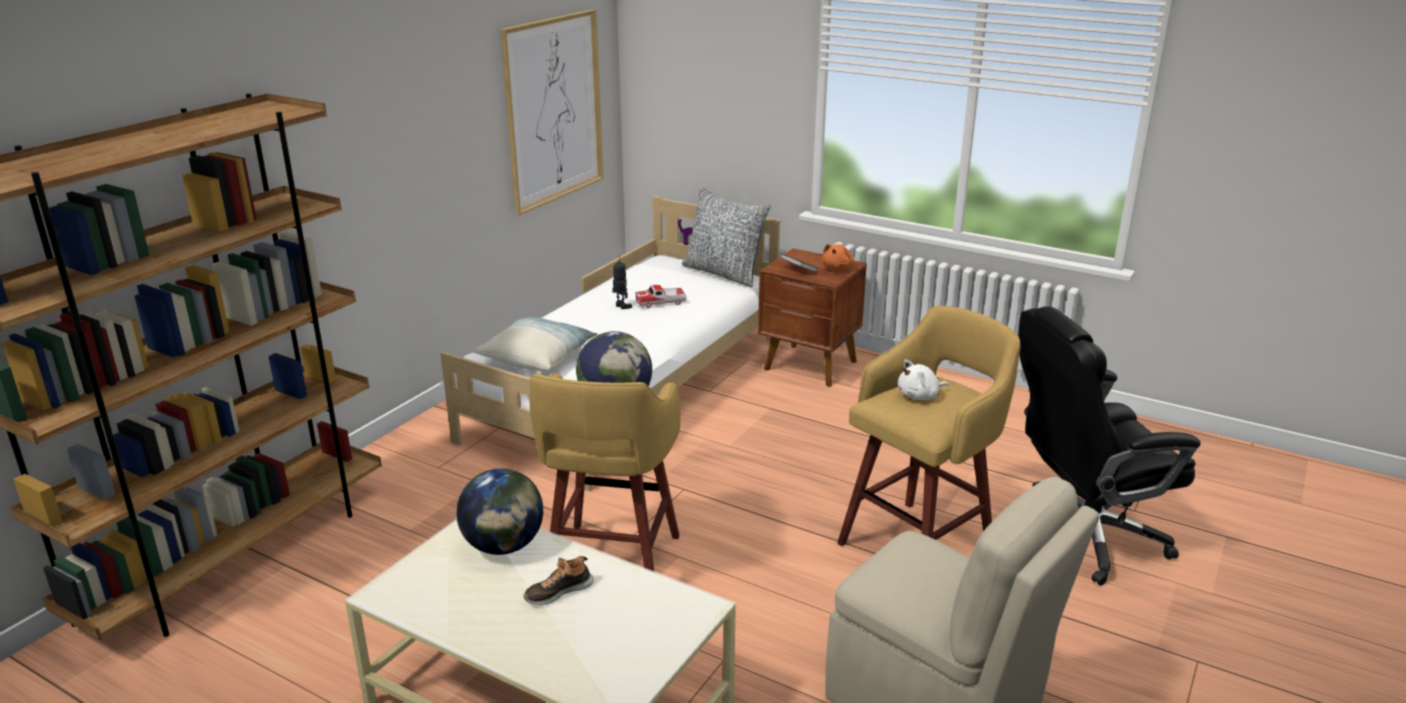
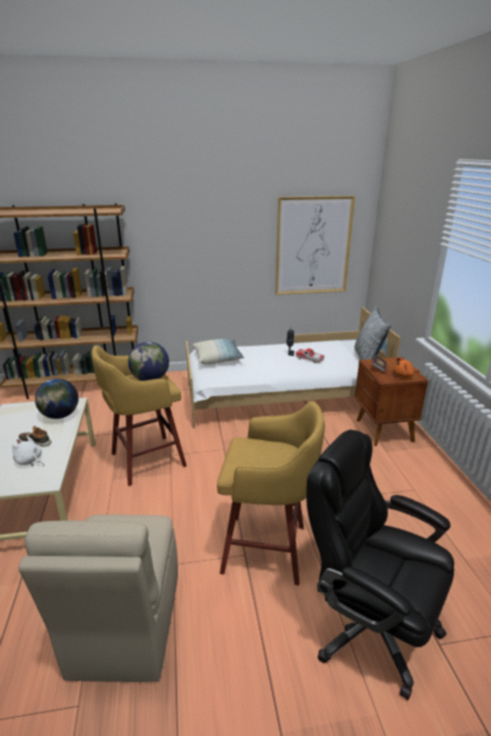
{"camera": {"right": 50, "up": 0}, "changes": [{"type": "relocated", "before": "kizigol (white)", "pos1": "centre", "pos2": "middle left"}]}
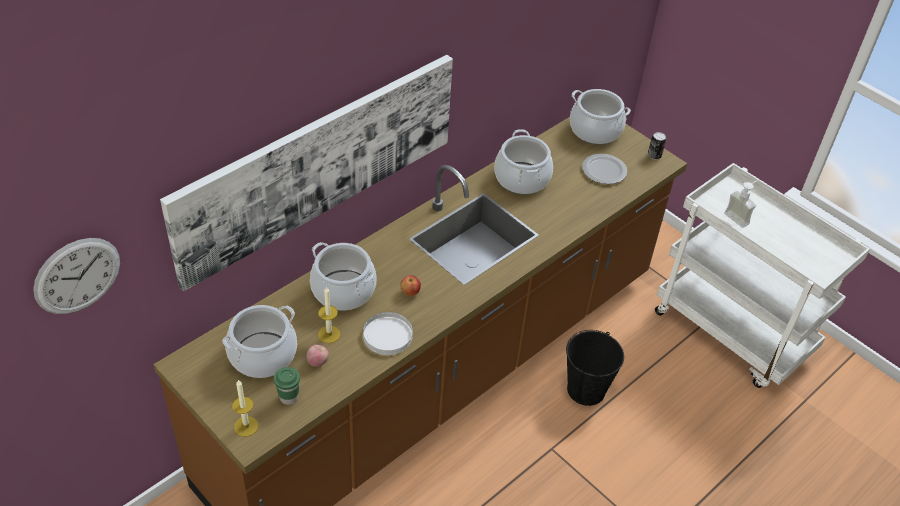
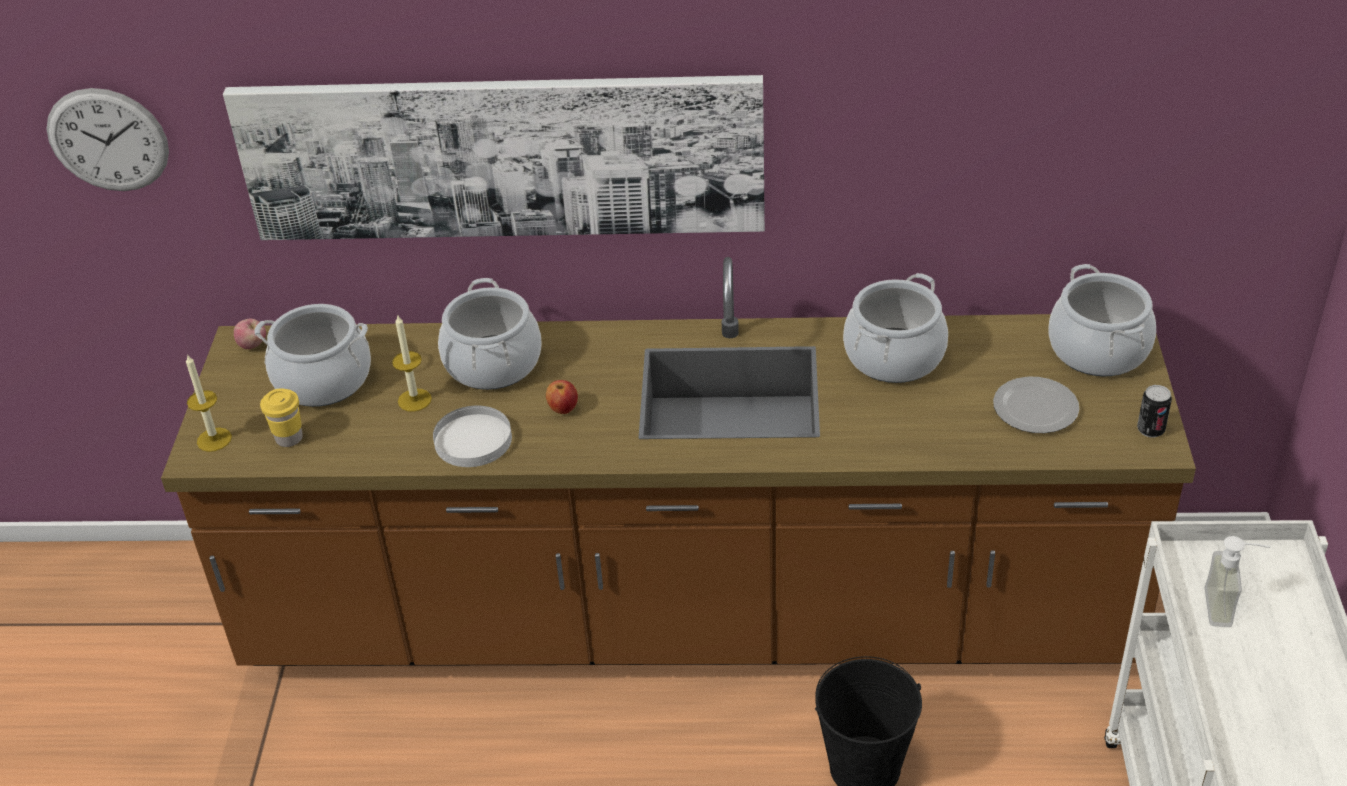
{"camera": {"right": 50, "up": -5}, "changes": [{"type": "relocated", "before": "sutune (no. 1 from left)", "pos1": "bottom centre", "pos2": "middle left"}, {"type": "colour", "before": "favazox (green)", "after": "favazox (yellow)", "pos1": "bottom left", "pos2": "middle left"}]}
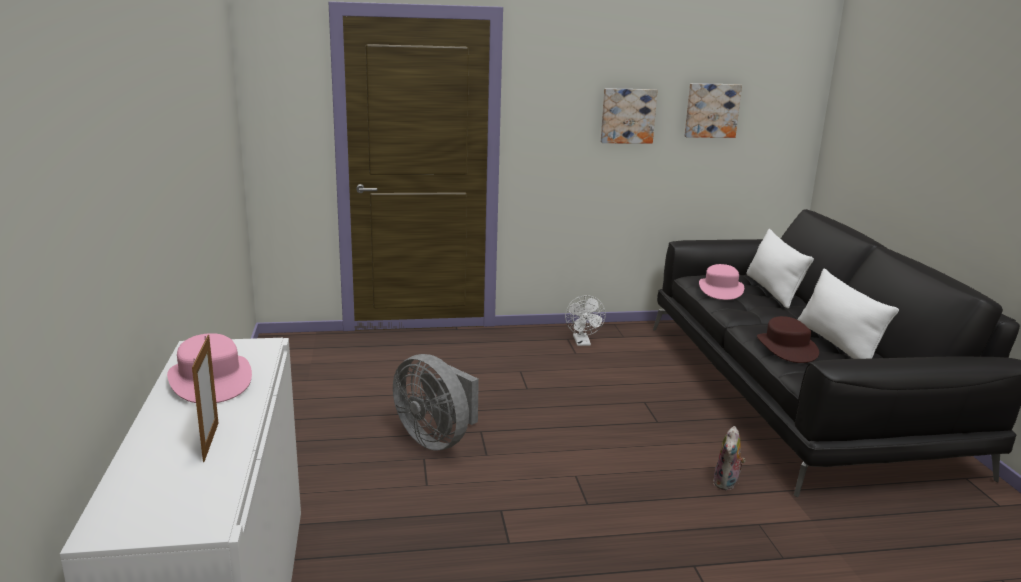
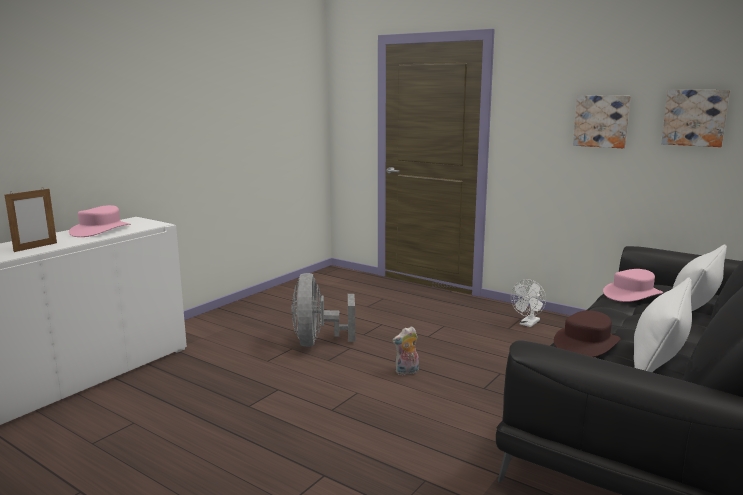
{"camera": {"right": 45, "up": -5}, "changes": [{"type": "relocated", "before": "kizigol", "pos1": "bottom right", "pos2": "bottom centre"}]}
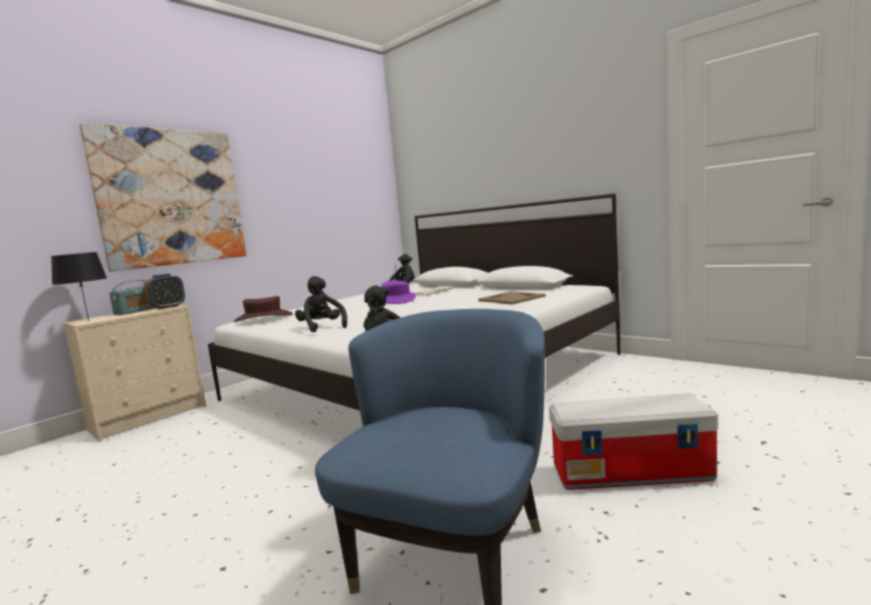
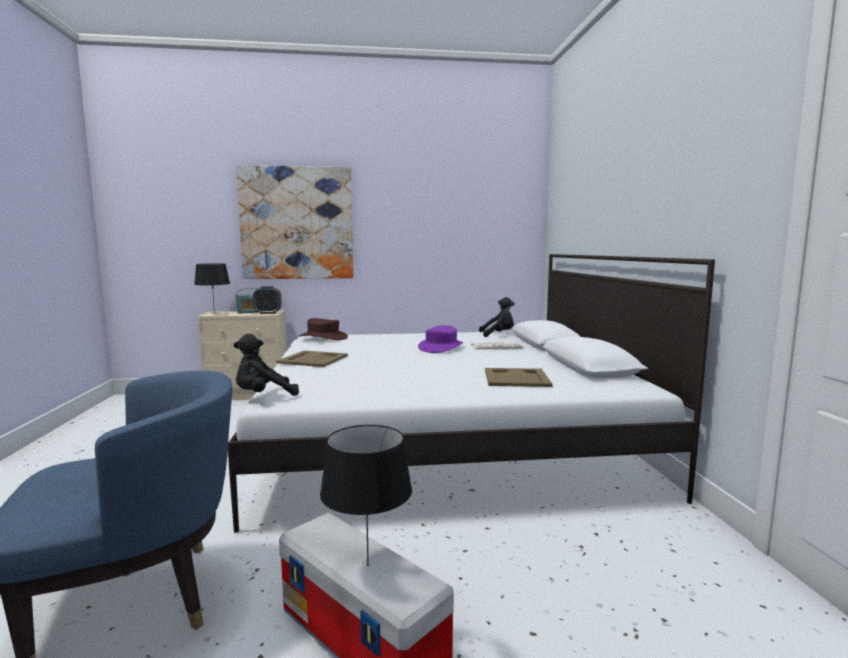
{"camera": {"right": 40, "up": 0}, "changes": [{"type": "appeared", "after": "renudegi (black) (no. 2 from left)", "pos2": "bottom centre"}, {"type": "exchanged", "before": "kizigol (black) (no. 1 from left)", "after": "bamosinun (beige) (no. 1 from left)", "pos1": "centre", "pos2": "centre"}]}
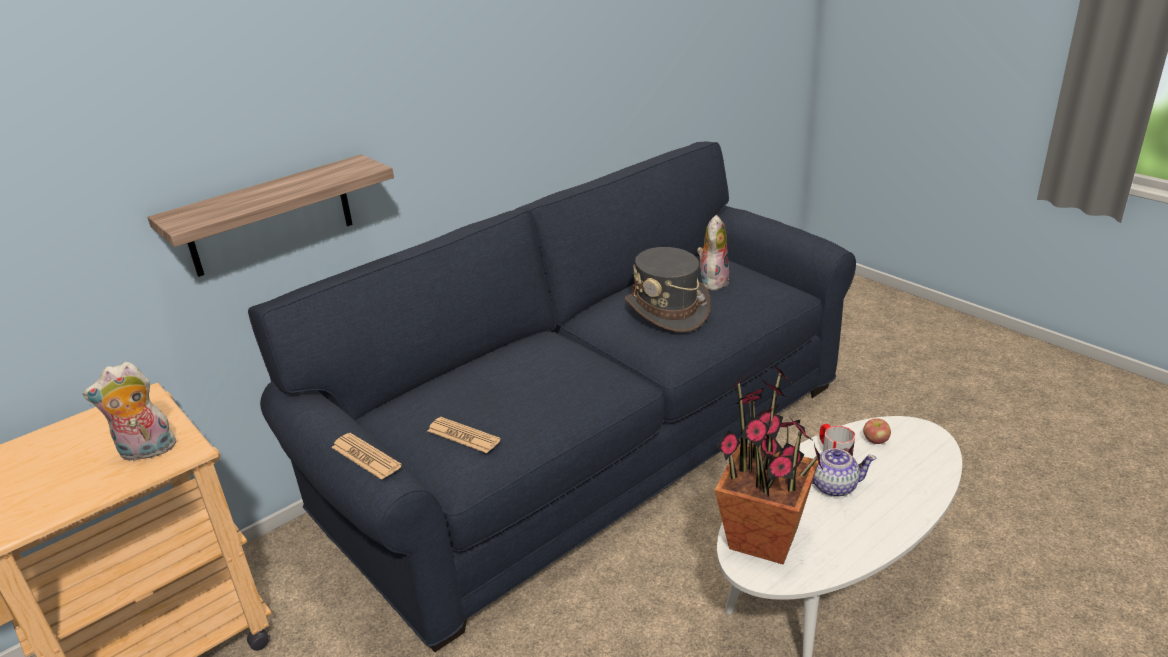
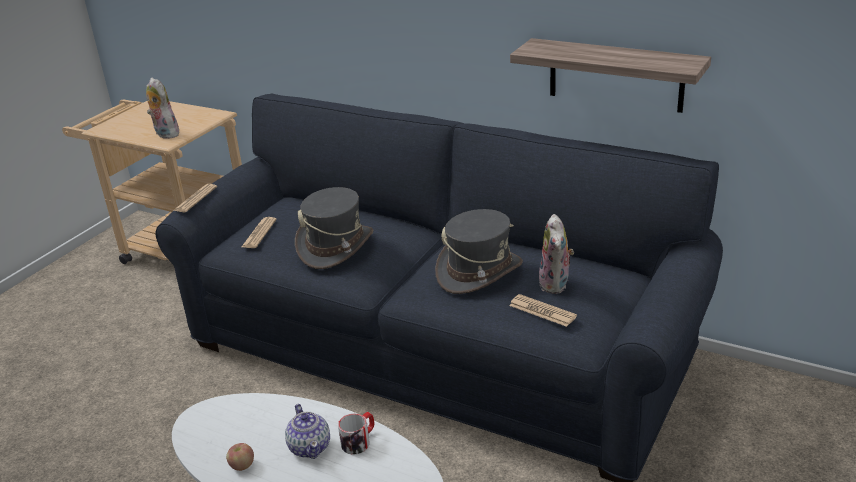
{"camera": {"right": 70, "up": 0}, "changes": [{"type": "missing", "before": "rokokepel", "pos1": "bottom centre"}, {"type": "appeared", "after": "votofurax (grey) (no. 1 from left)", "pos2": "centre"}, {"type": "appeared", "after": "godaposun (no. 3 from left)", "pos2": "centre"}, {"type": "relocated", "before": "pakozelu", "pos1": "top left", "pos2": "top right"}, {"type": "relocated", "before": "sutune", "pos1": "middle right", "pos2": "bottom left"}, {"type": "spun", "before": "kizigol (no. 2 from left)", "pos1": "centre", "pos2": "centre", "turn": 90}]}
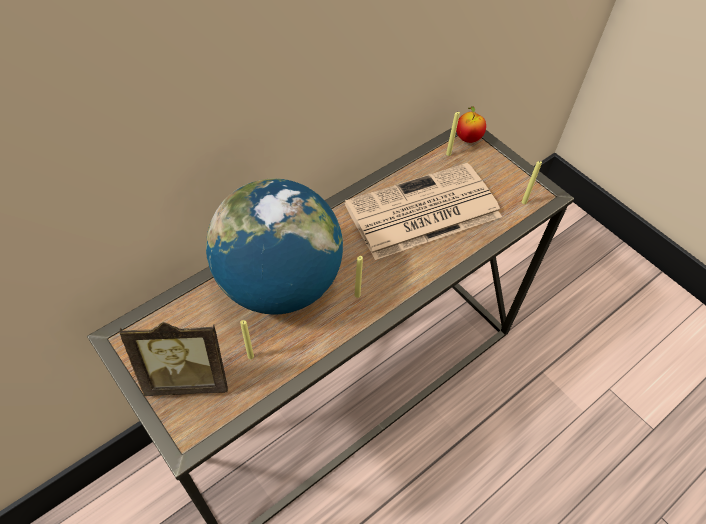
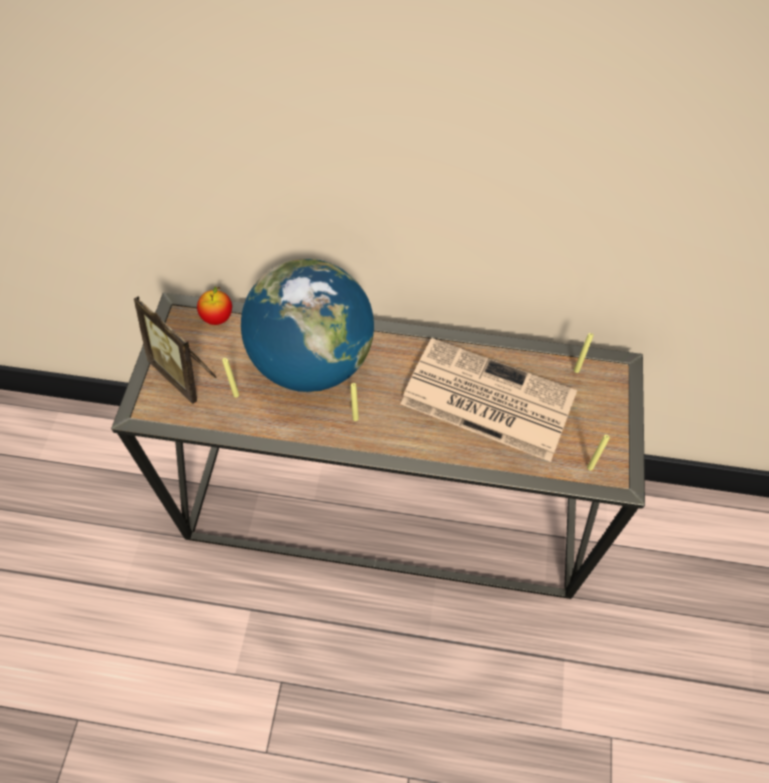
{"camera": {"right": 50, "up": 5}, "changes": [{"type": "relocated", "before": "sutune", "pos1": "top right", "pos2": "middle left"}]}
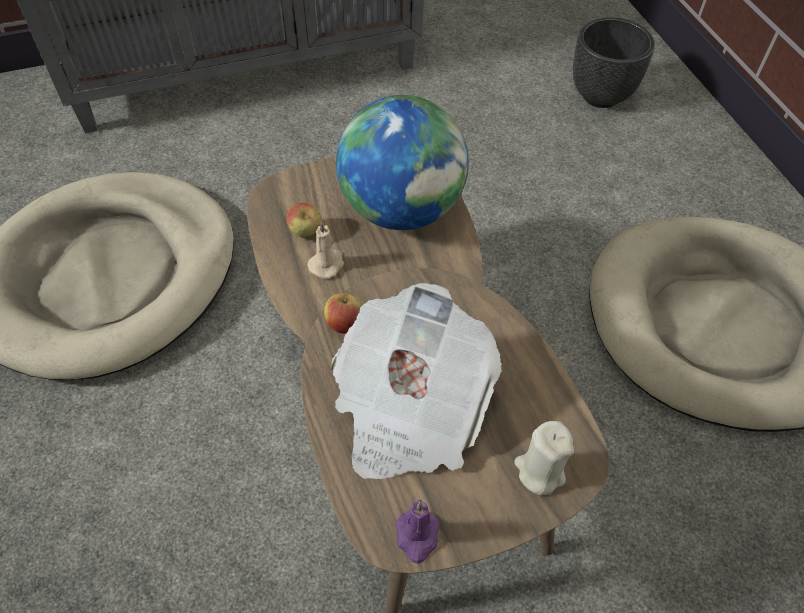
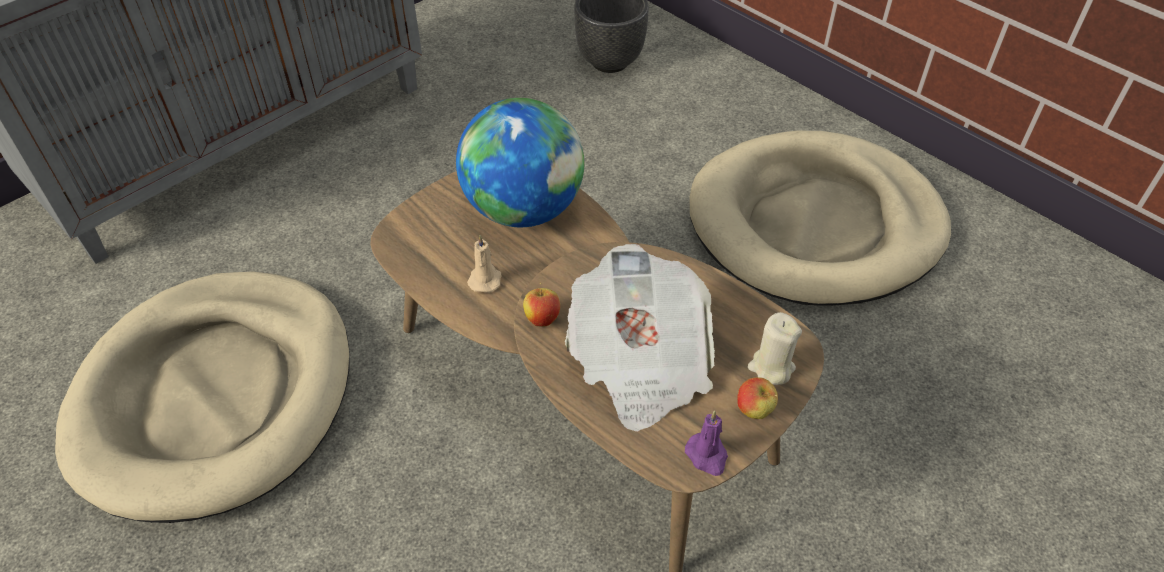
{"camera": {"right": -25, "up": -5}, "changes": [{"type": "relocated", "before": "sutune (no. 1 from left in the first image)", "after": "sutune (no. 2 from left)", "pos1": "centre", "pos2": "bottom centre"}]}
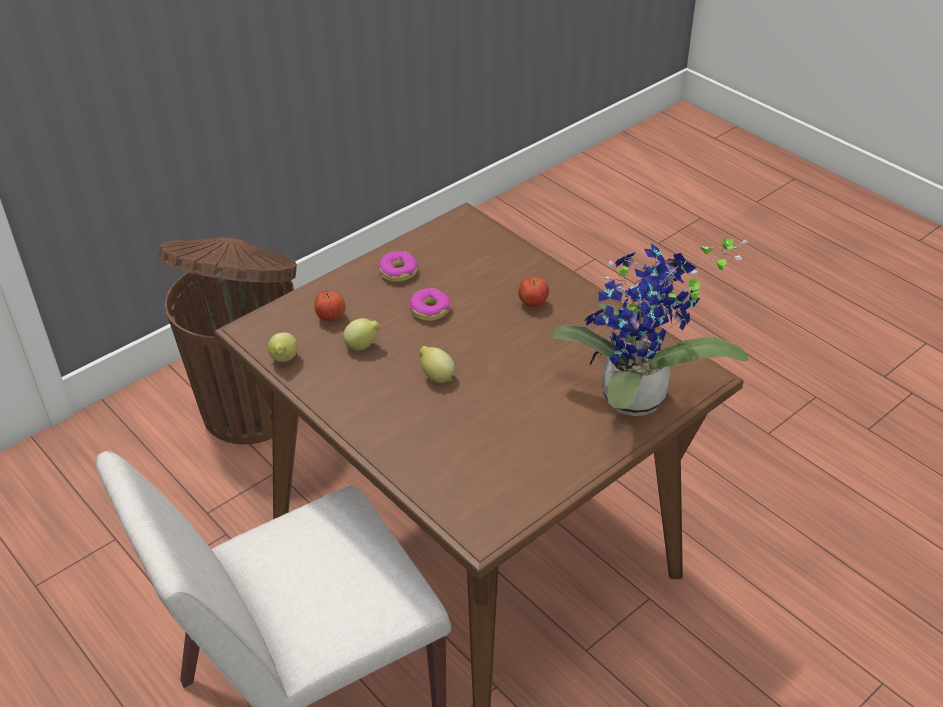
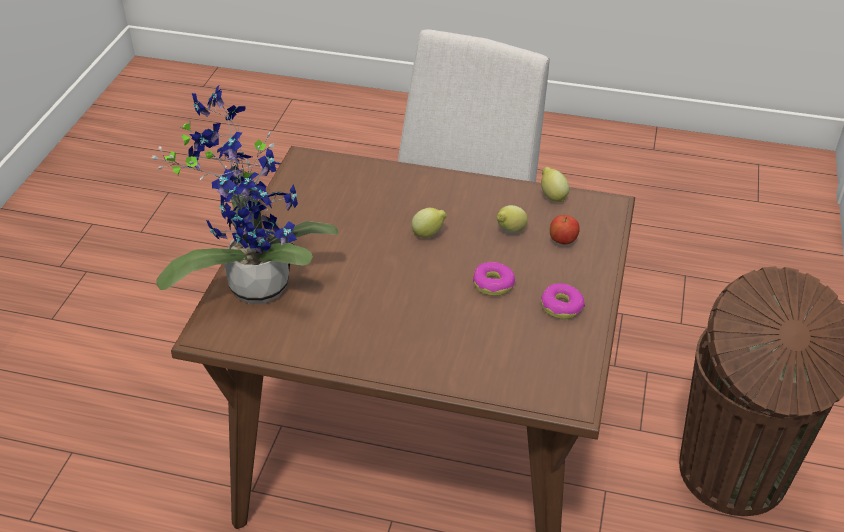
{"camera": {"right": 145, "up": 0}, "changes": [{"type": "missing", "before": "sutune (no. 2 from left)", "pos1": "centre"}]}
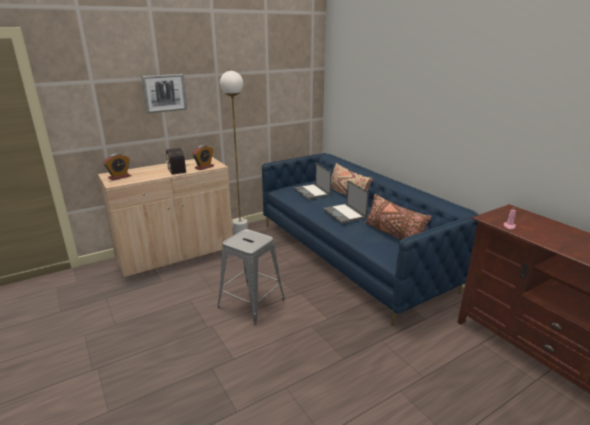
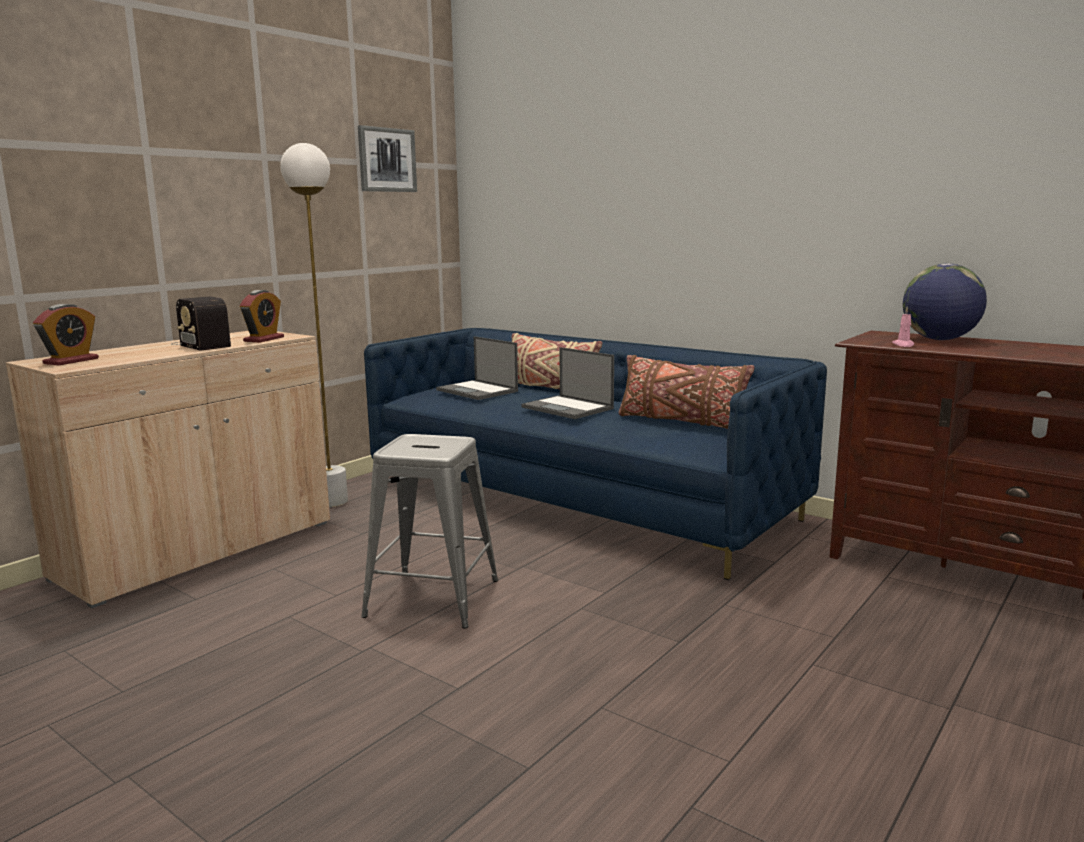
{"camera": {"right": -20, "up": -10}, "changes": [{"type": "appeared", "after": "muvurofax", "pos2": "middle right"}, {"type": "relocated", "before": "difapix", "pos1": "top left", "pos2": "top centre"}]}
